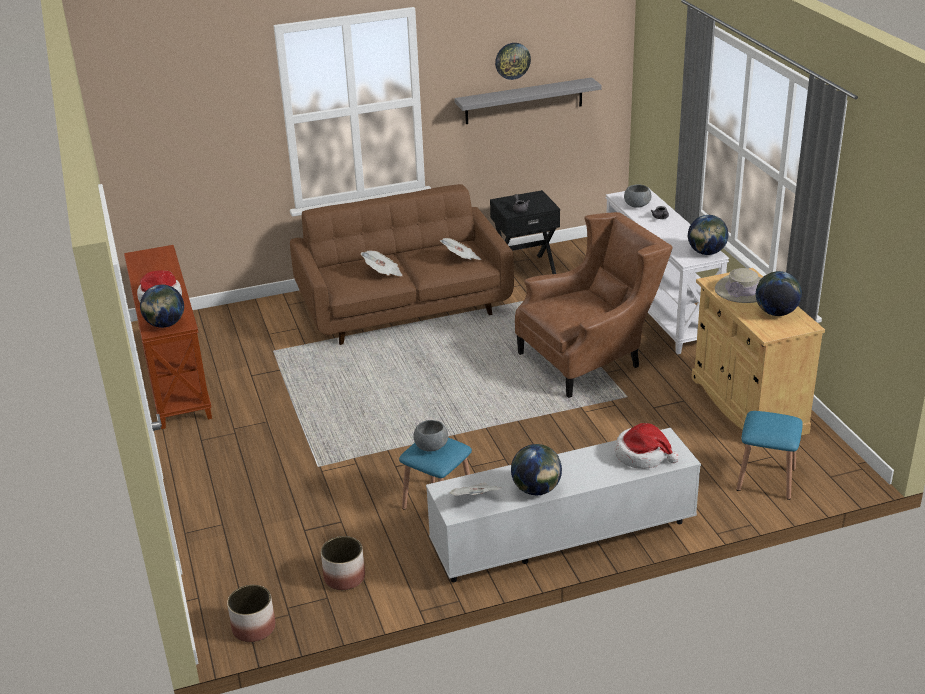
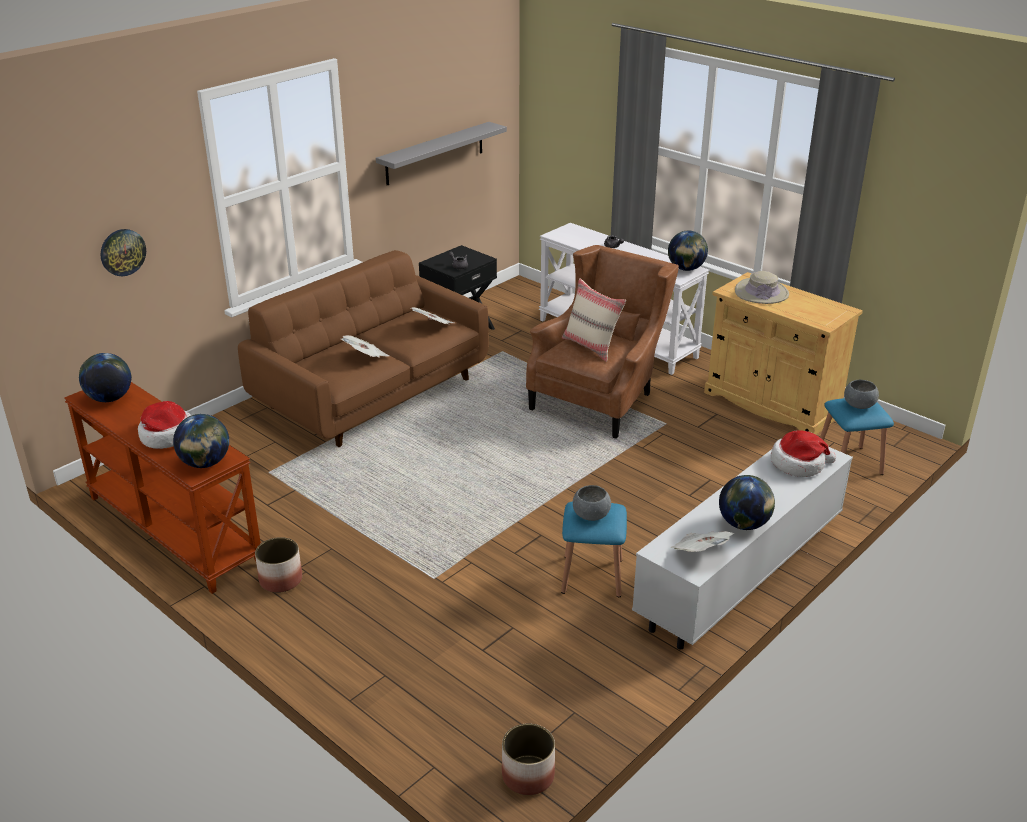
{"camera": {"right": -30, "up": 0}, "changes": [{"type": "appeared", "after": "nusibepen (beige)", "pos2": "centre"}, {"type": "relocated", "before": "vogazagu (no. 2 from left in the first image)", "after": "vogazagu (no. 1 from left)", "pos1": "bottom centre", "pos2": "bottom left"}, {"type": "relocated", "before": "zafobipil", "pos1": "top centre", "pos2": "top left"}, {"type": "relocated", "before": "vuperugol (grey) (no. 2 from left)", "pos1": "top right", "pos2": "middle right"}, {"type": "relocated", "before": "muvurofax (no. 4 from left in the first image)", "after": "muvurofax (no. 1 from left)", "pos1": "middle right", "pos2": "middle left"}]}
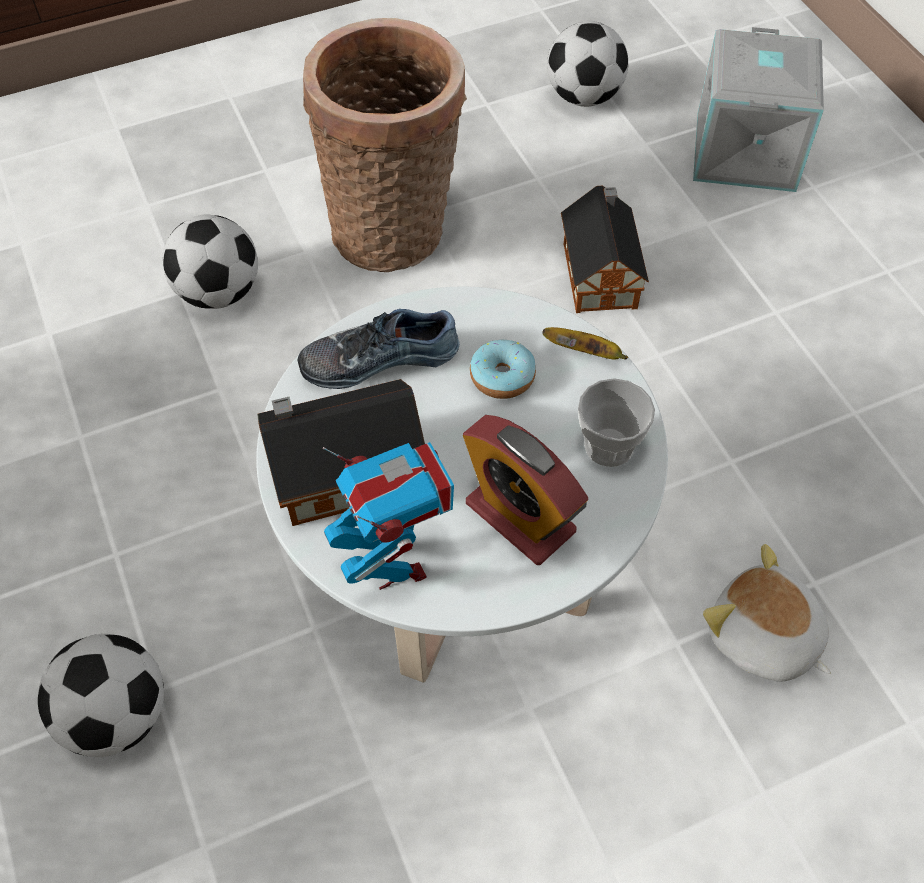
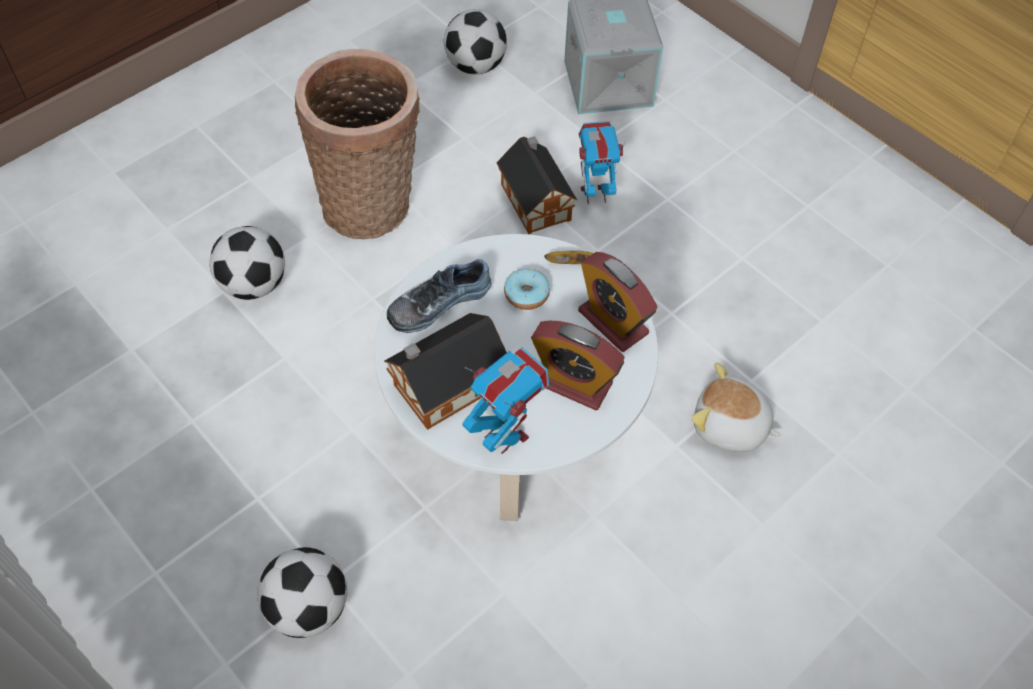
{"camera": {"right": -20, "up": 0}, "changes": [{"type": "appeared", "after": "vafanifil (no. 2 from left)", "pos2": "top centre"}, {"type": "exchanged", "before": "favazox", "after": "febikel (no. 2 from left)", "pos1": "middle right", "pos2": "centre"}]}
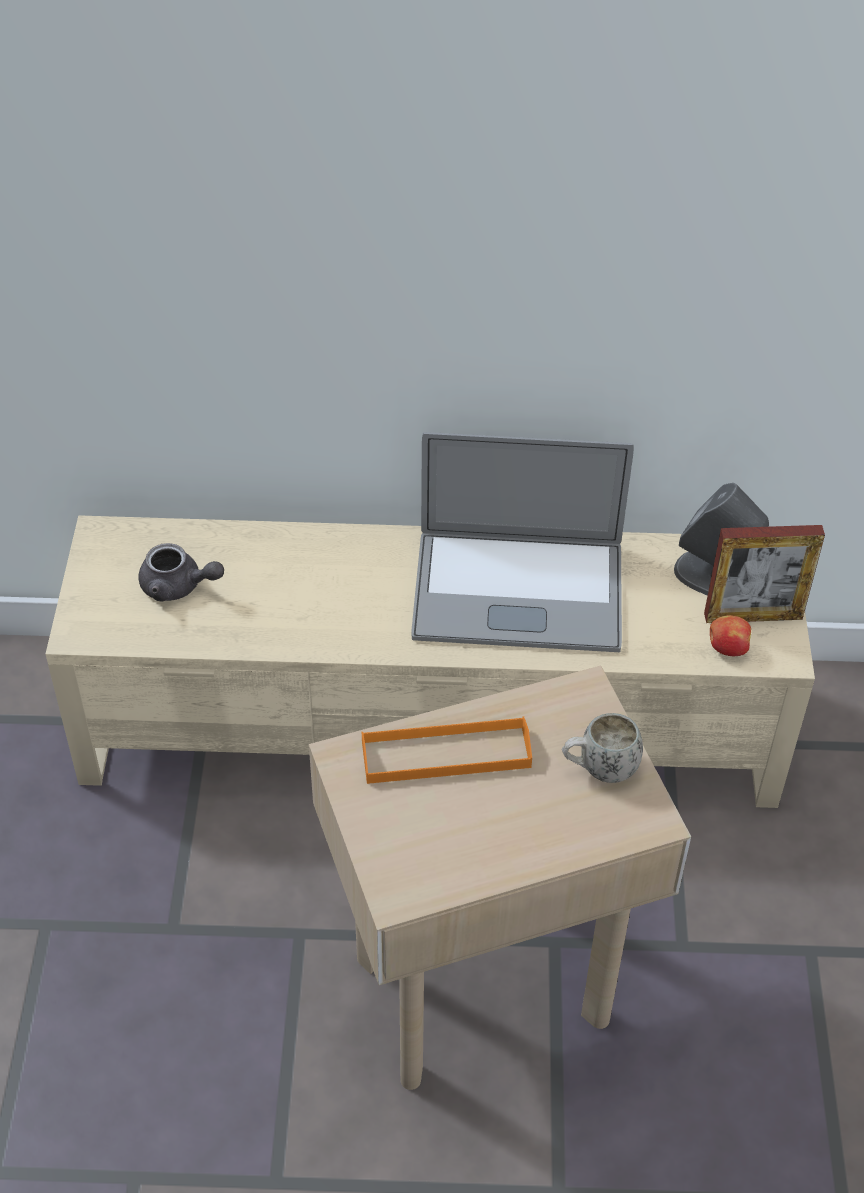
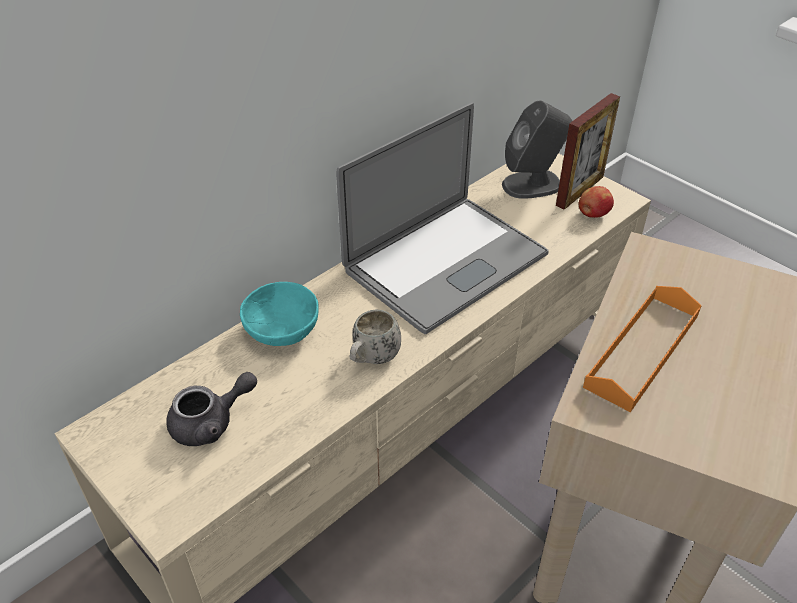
{"camera": {"right": -45, "up": -5}, "changes": [{"type": "appeared", "after": "vuperugol (turquoise)", "pos2": "centre"}, {"type": "relocated", "before": "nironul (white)", "pos1": "middle right", "pos2": "centre"}]}
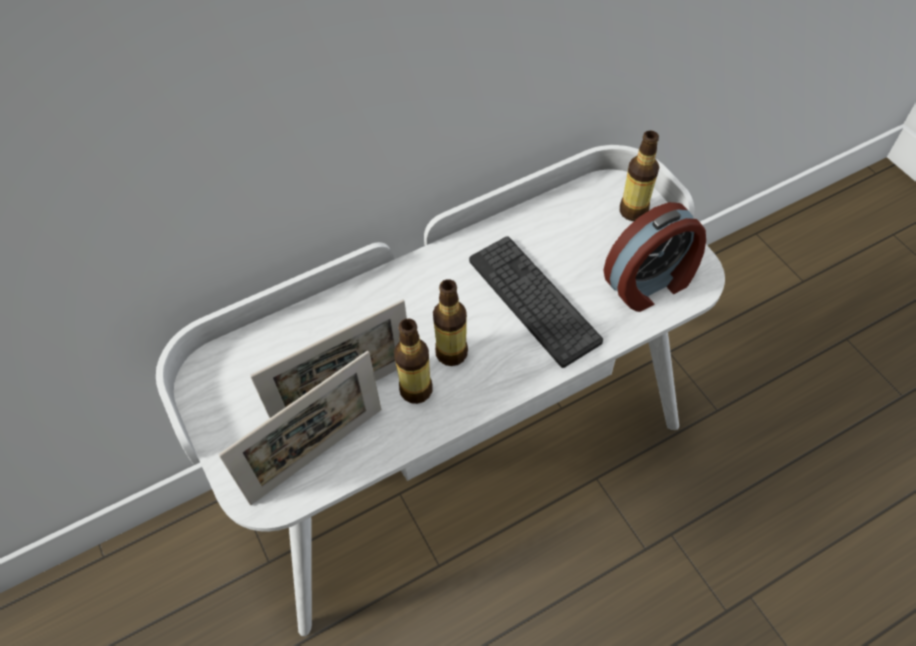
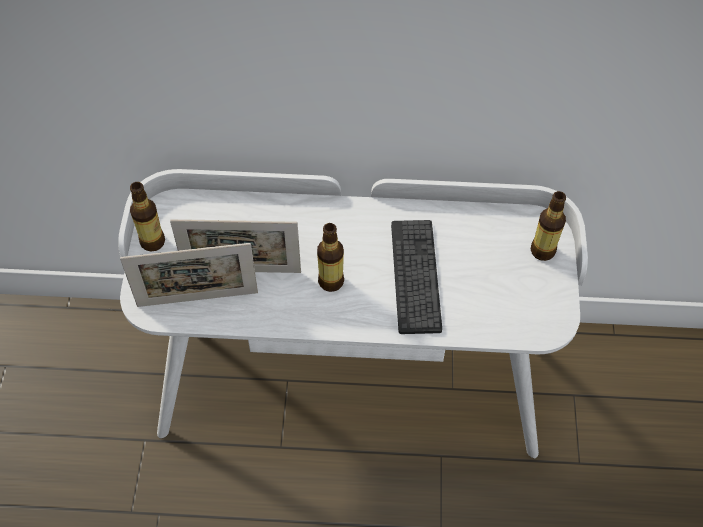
{"camera": {"right": 30, "up": 0}, "changes": [{"type": "missing", "before": "febikel", "pos1": "middle right"}, {"type": "relocated", "before": "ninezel (no. 1 from left)", "pos1": "centre", "pos2": "middle left"}]}
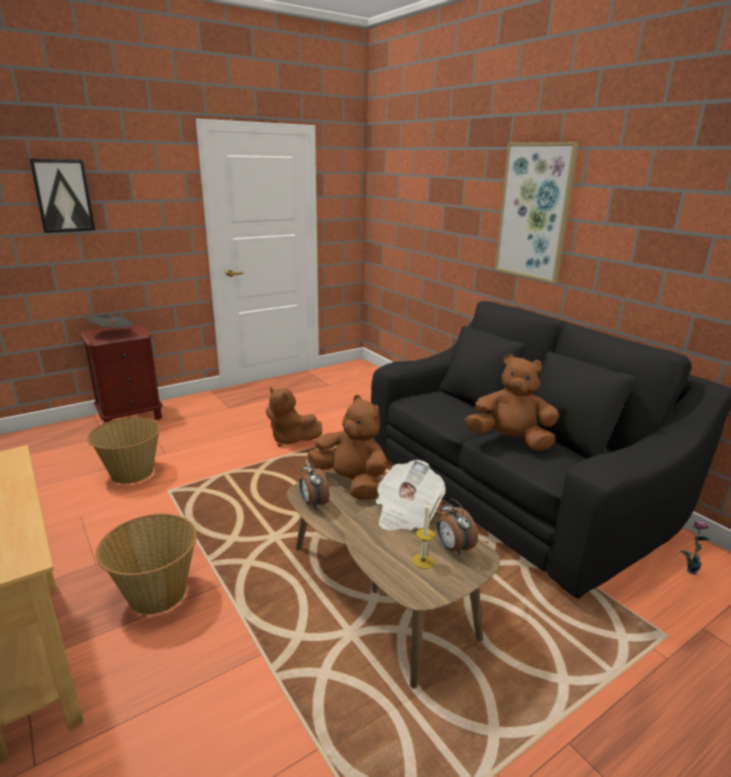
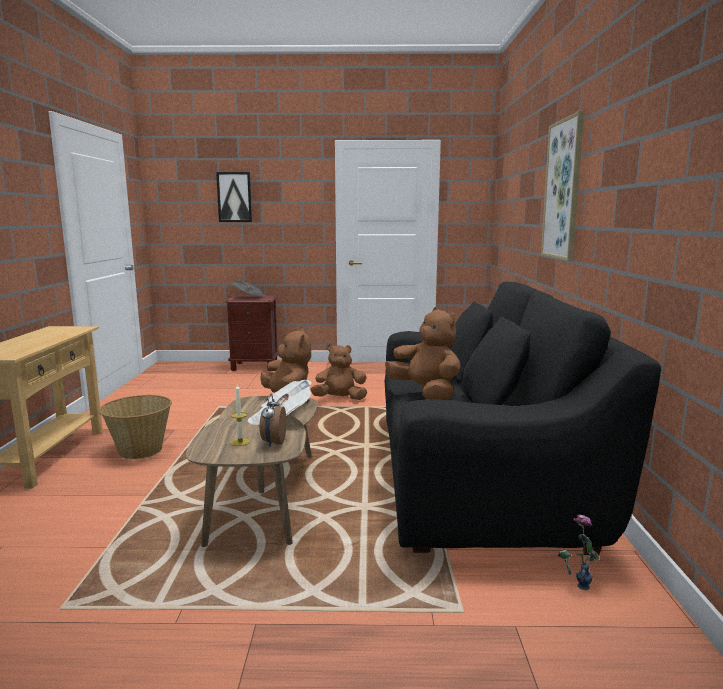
{"camera": {"right": 35, "up": -10}, "changes": [{"type": "missing", "before": "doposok (no. 1 from left)", "pos1": "middle left"}, {"type": "missing", "before": "febikel (no. 1 from left)", "pos1": "centre"}, {"type": "spun", "before": "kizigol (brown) (no. 1 from left in the first image)", "pos1": "centre", "pos2": "centre", "turn": 105}]}
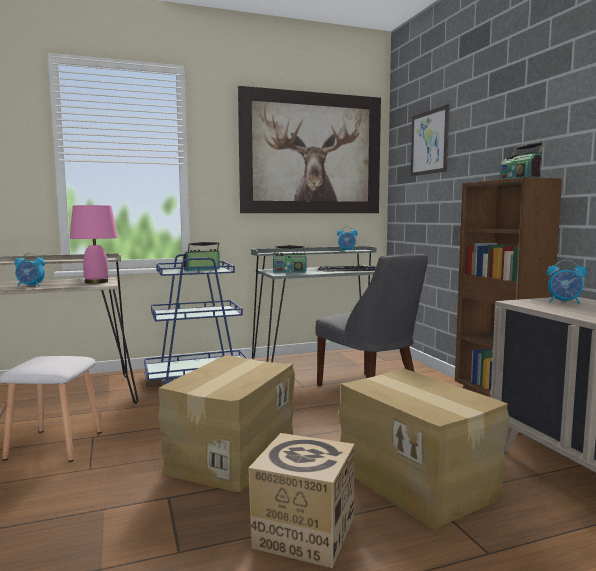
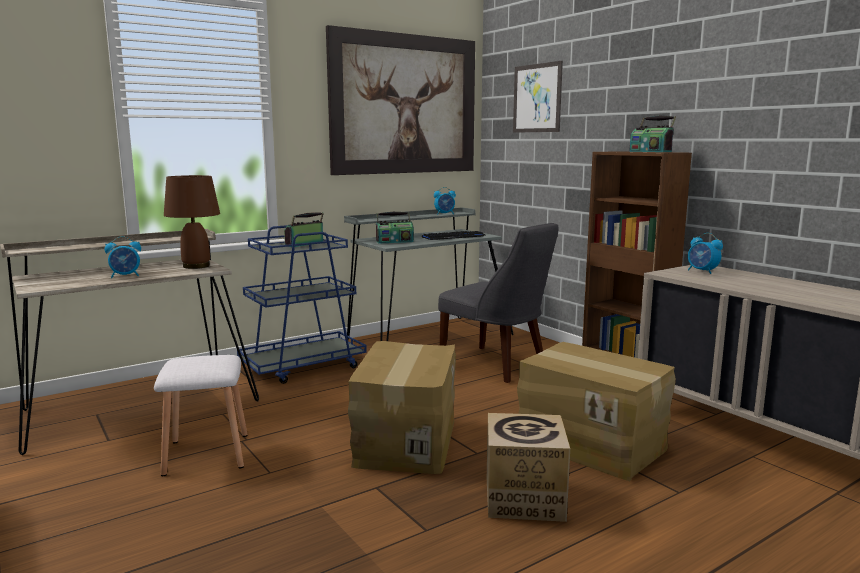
{"camera": {"right": -15, "up": 5}, "changes": [{"type": "colour", "before": "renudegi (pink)", "after": "renudegi (brown)", "pos1": "middle left", "pos2": "middle left"}, {"type": "spun", "before": "febikel (no. 3 from left)", "pos1": "middle right", "pos2": "middle right", "turn": 45}]}
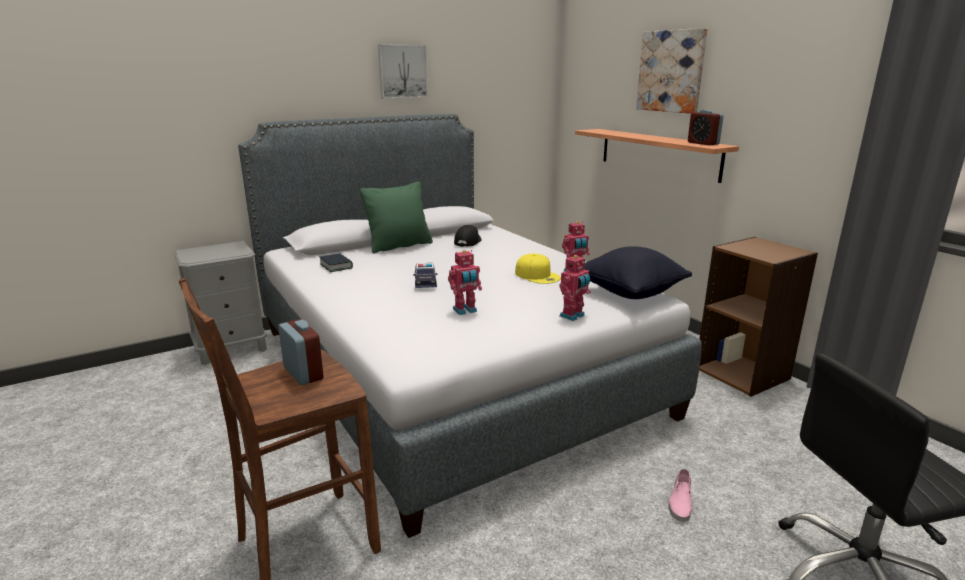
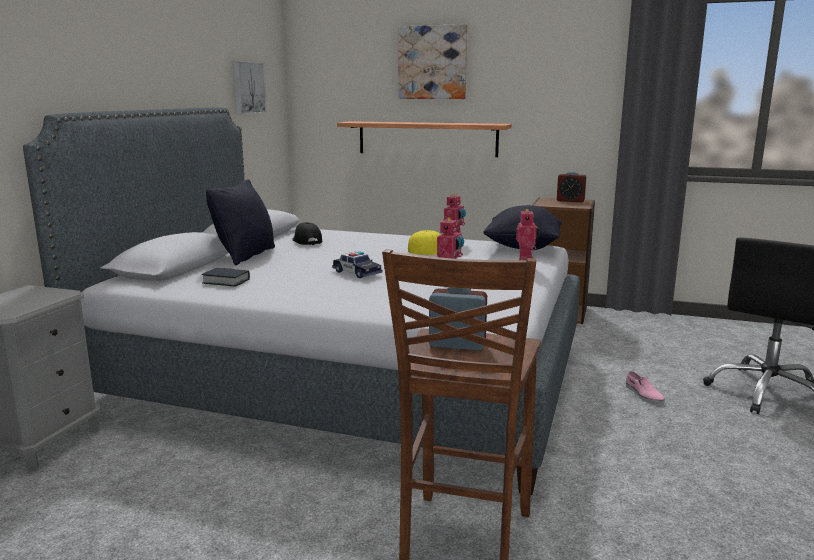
{"camera": {"right": -40, "up": -5}, "changes": [{"type": "relocated", "before": "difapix (no. 1 from left)", "pos1": "top centre", "pos2": "top left"}, {"type": "relocated", "before": "febikel (no. 2 from left)", "pos1": "top right", "pos2": "middle right"}, {"type": "colour", "before": "nusibepen (green)", "after": "nusibepen (black) (no. 1 from left)", "pos1": "centre", "pos2": "middle left"}]}
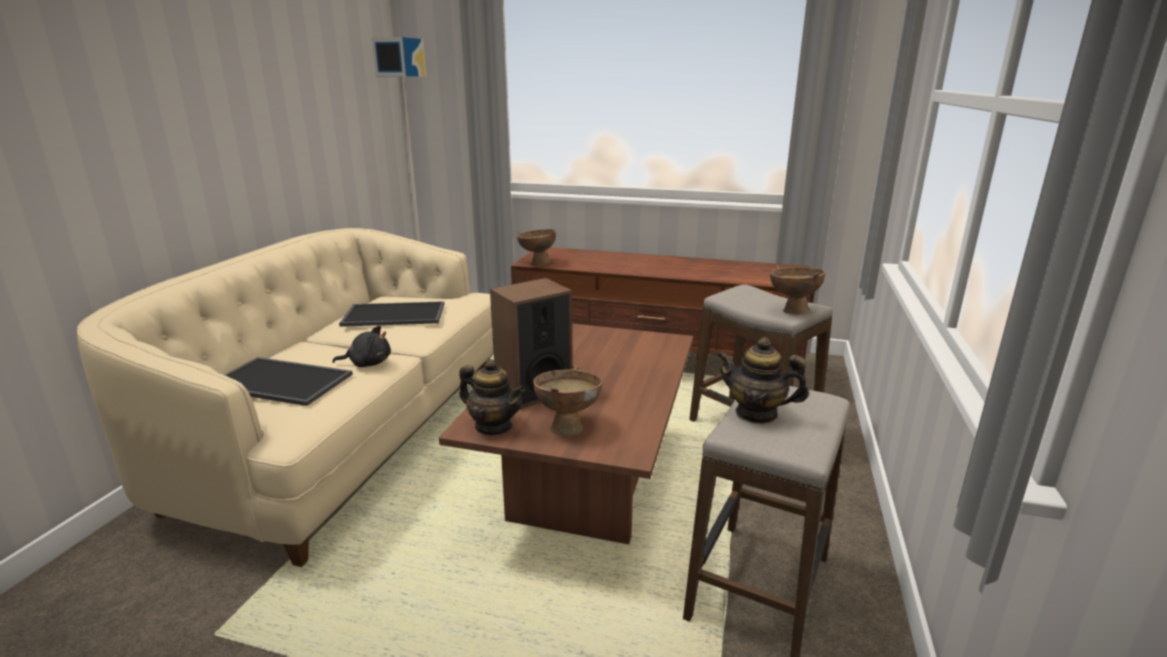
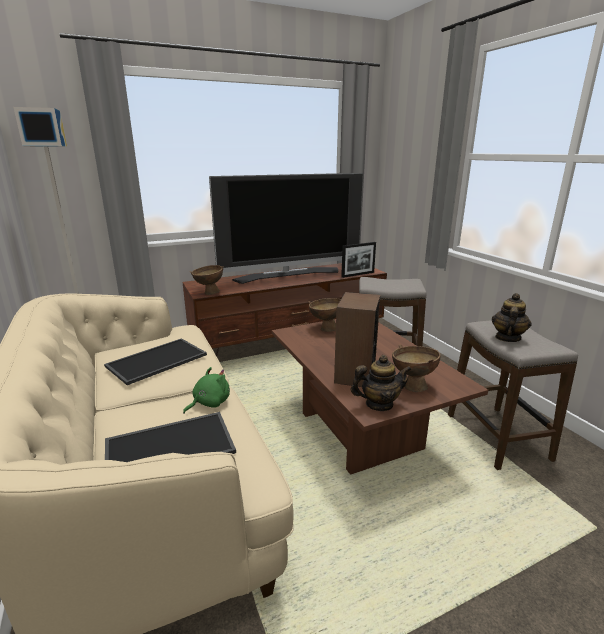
{"camera": {"right": -40, "up": 0}, "changes": [{"type": "appeared", "after": "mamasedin", "pos2": "centre"}, {"type": "appeared", "after": "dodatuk", "pos2": "centre"}, {"type": "relocated", "before": "vuperugol (brown) (no. 3 from left in the first image)", "after": "vuperugol (brown) (no. 2 from left)", "pos1": "middle right", "pos2": "centre"}, {"type": "colour", "before": "kizigol (black)", "after": "kizigol (green)", "pos1": "middle left", "pos2": "centre"}, {"type": "spun", "before": "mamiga (no. 2 from left)", "pos1": "centre", "pos2": "middle right", "turn": 135}]}
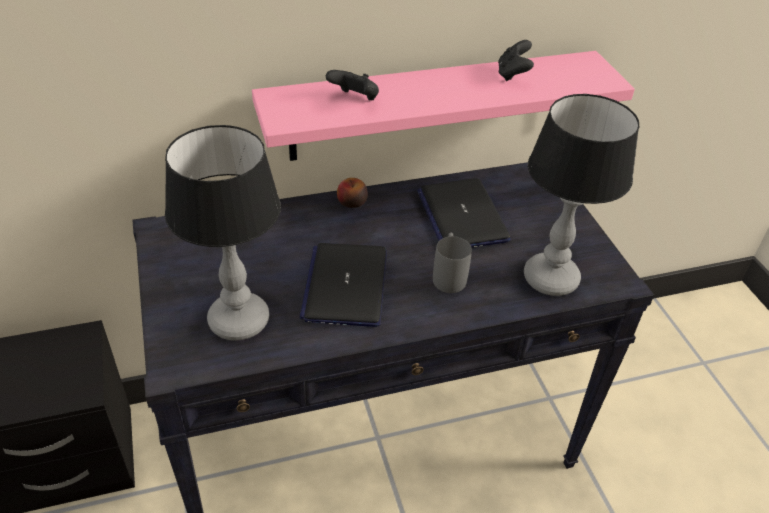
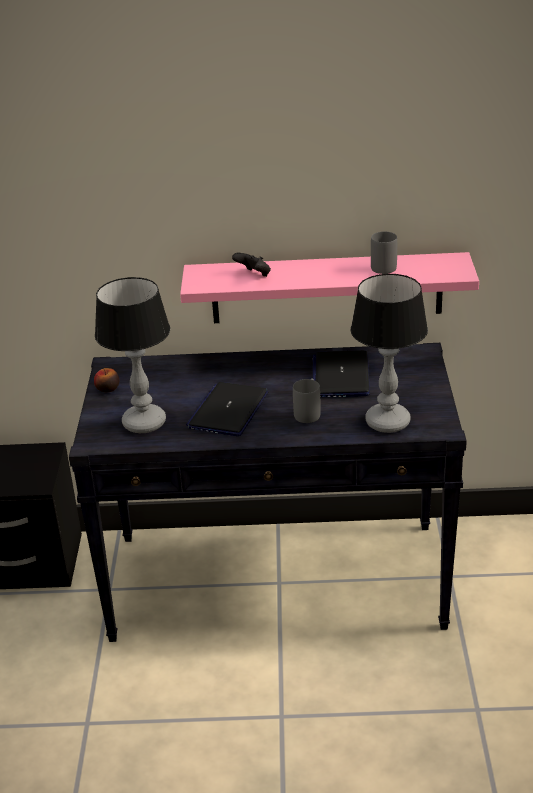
{"camera": {"right": 20, "up": -10}, "changes": [{"type": "relocated", "before": "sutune", "pos1": "centre", "pos2": "middle left"}, {"type": "exchanged", "before": "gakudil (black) (no. 2 from left)", "after": "nironul (grey) (no. 2 from left)", "pos1": "top right", "pos2": "top right"}]}
